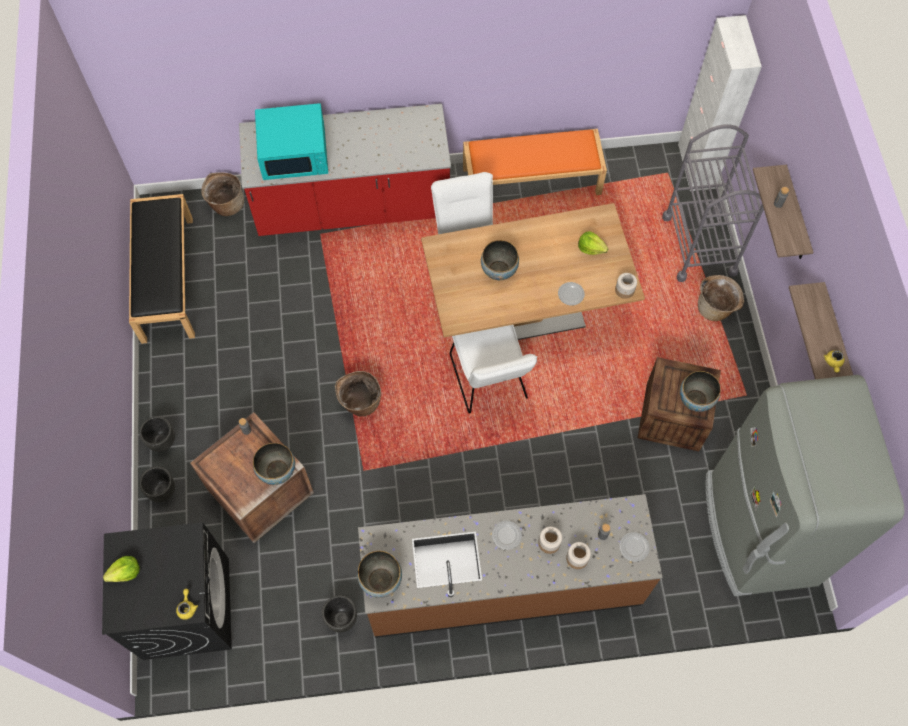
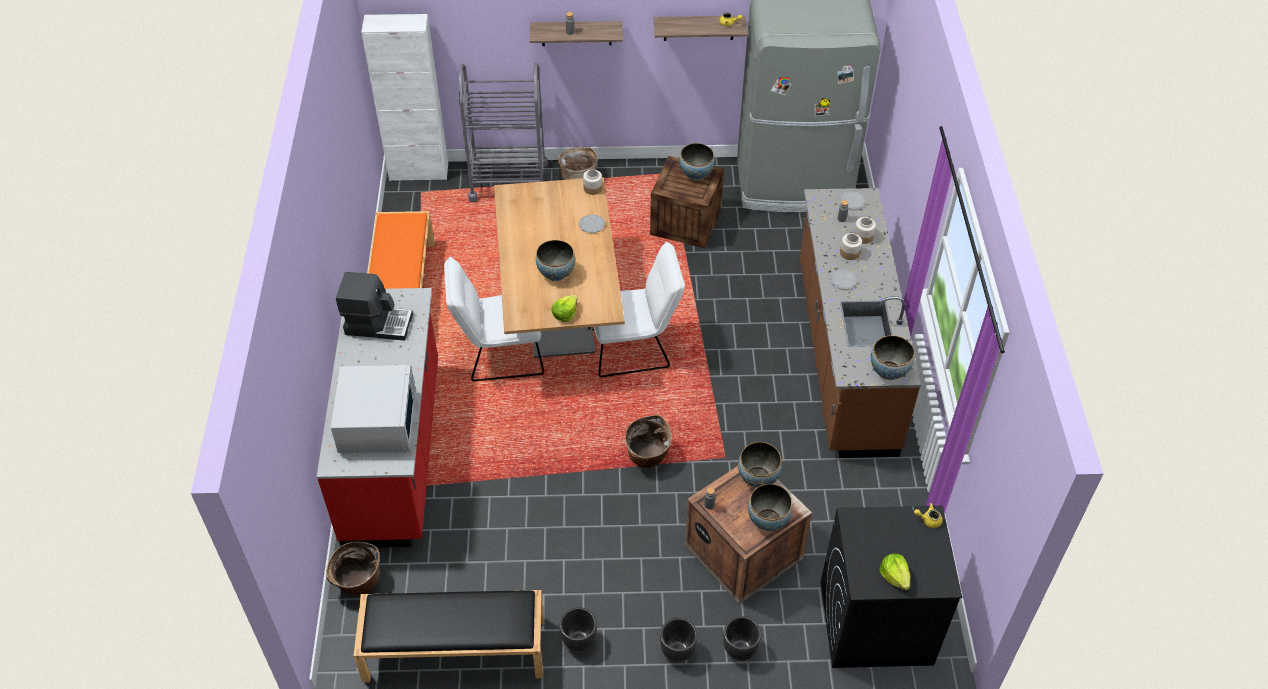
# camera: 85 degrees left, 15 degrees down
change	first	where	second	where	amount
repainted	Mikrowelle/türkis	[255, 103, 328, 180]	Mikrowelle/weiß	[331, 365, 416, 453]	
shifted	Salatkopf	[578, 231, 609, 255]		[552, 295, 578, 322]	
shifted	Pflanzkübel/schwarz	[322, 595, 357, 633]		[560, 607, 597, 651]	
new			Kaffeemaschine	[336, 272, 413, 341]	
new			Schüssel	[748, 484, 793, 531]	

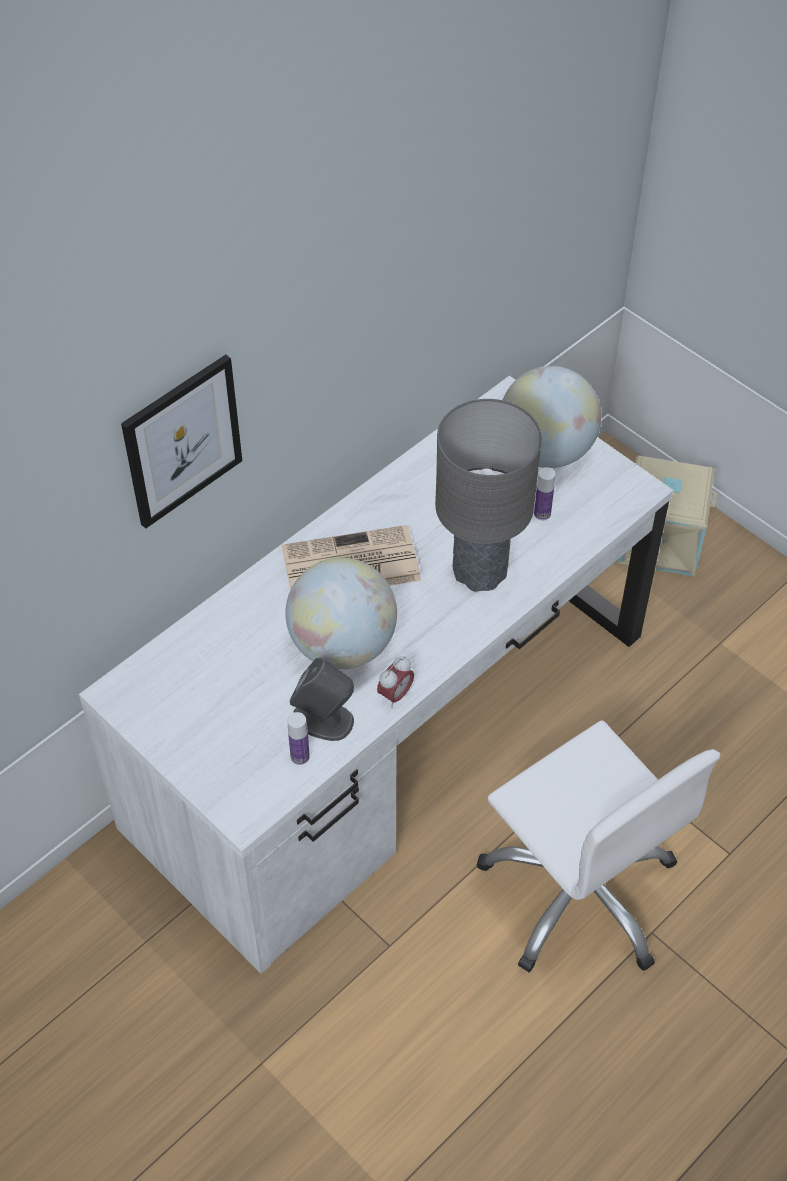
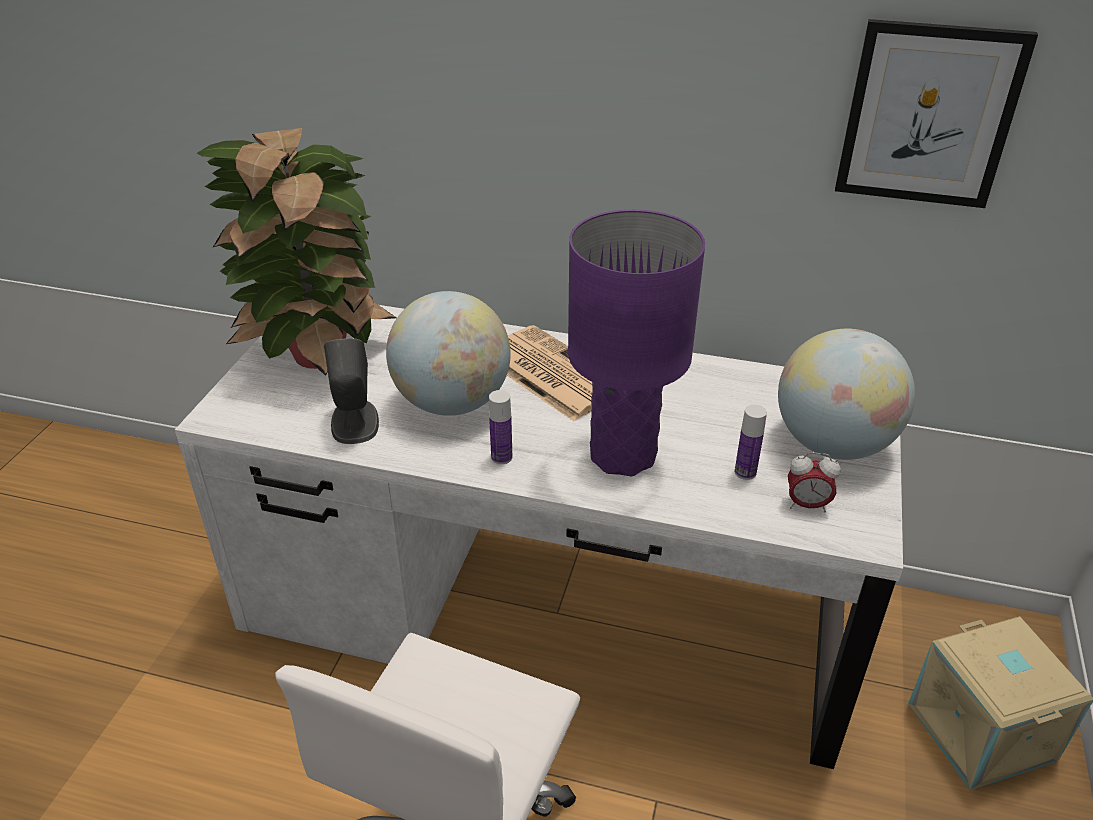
# camera: 60 degrees right, 15 degrees down
change	first	where	second	where	amount
shifted	Bild	[121, 354, 242, 529]		[835, 19, 1038, 208]	
repainted	Tischlampe/grau	[435, 399, 542, 591]	Tischlampe/lila	[568, 209, 705, 476]	
shifted	Wecker	[377, 656, 414, 707]		[788, 452, 841, 512]	
shifted	Flasche	[288, 712, 310, 765]		[489, 390, 512, 464]	
new			Topfpflanze	[197, 128, 396, 376]	

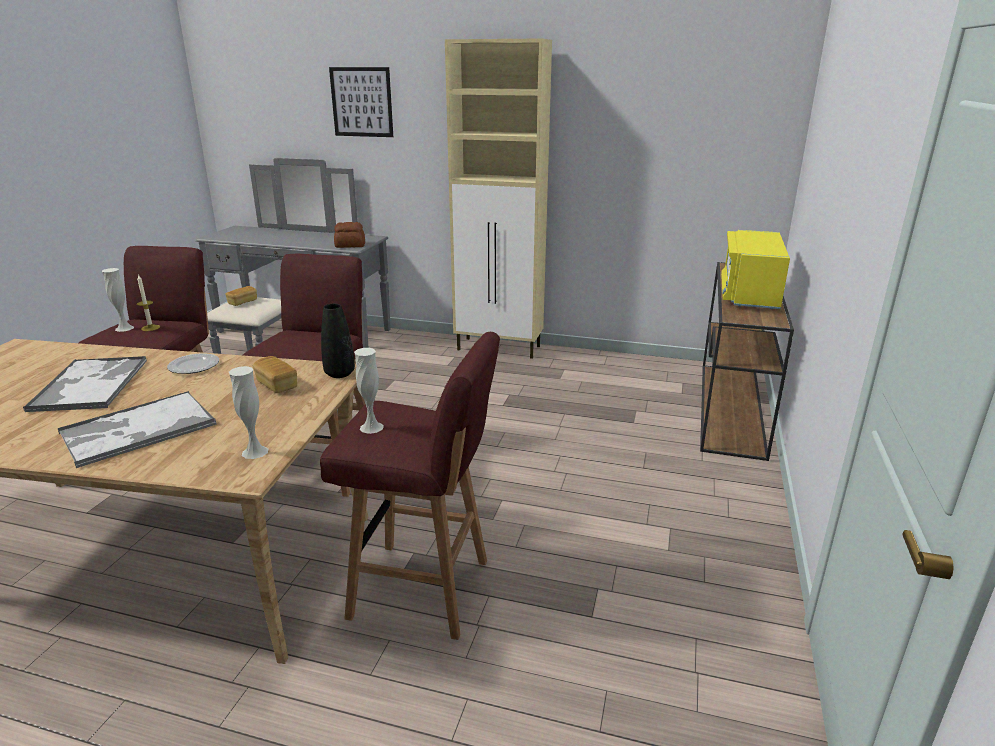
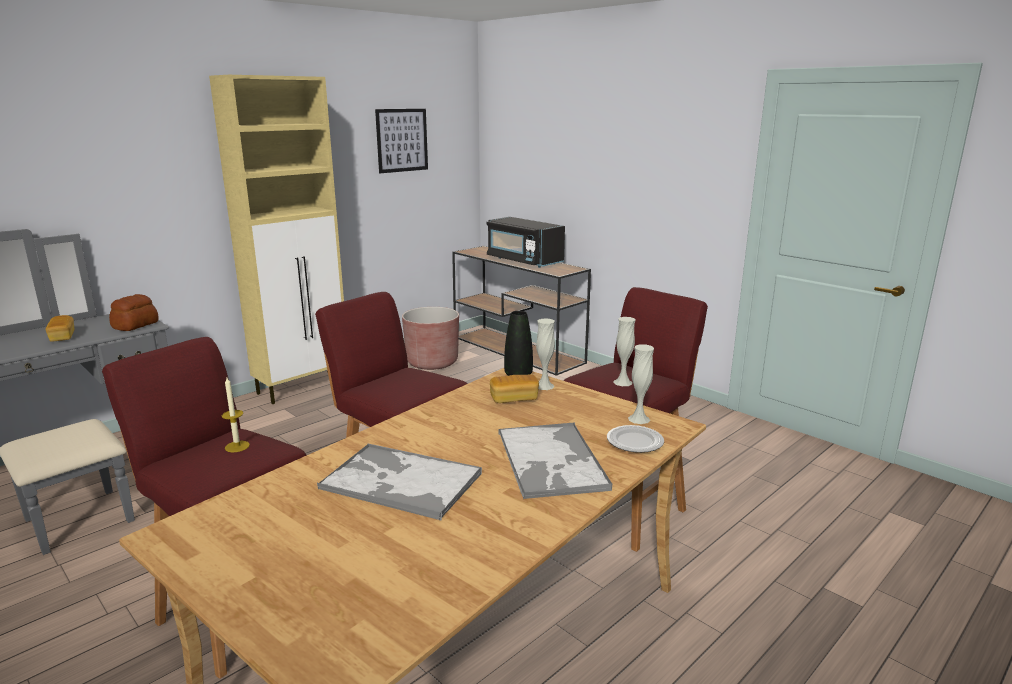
# camera: 60 degrees left, 5 degrees down
change	first	where	second	where	amount
shifted	Bild	[329, 67, 393, 137]		[375, 109, 428, 173]	
repainted	Mikrowelle/gelb	[721, 230, 790, 309]	Mikrowelle/schwarz	[487, 217, 565, 268]	
shifted	Vase/weiß	[102, 268, 134, 332]		[536, 319, 555, 390]	
shifted	Brot	[226, 286, 257, 306]		[46, 315, 74, 342]	
shifted	Teller	[167, 353, 219, 374]		[607, 425, 664, 453]	
new			Pflanzkübel/braun	[402, 307, 459, 370]	

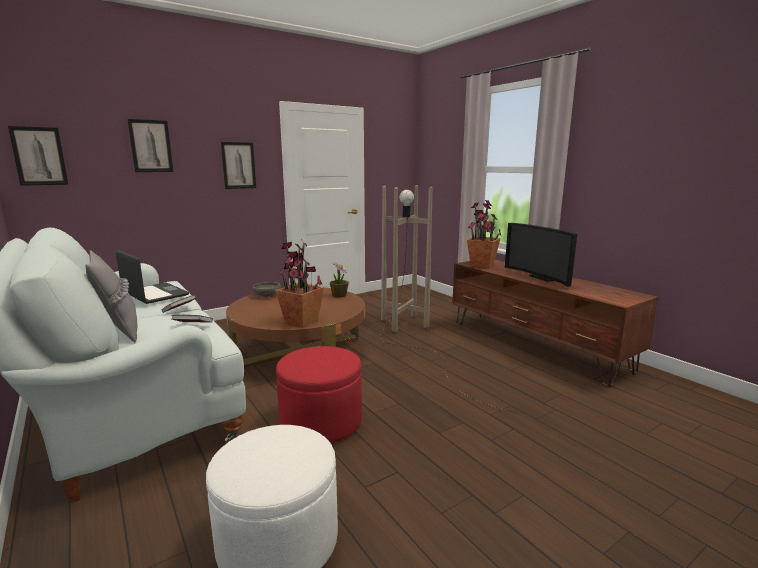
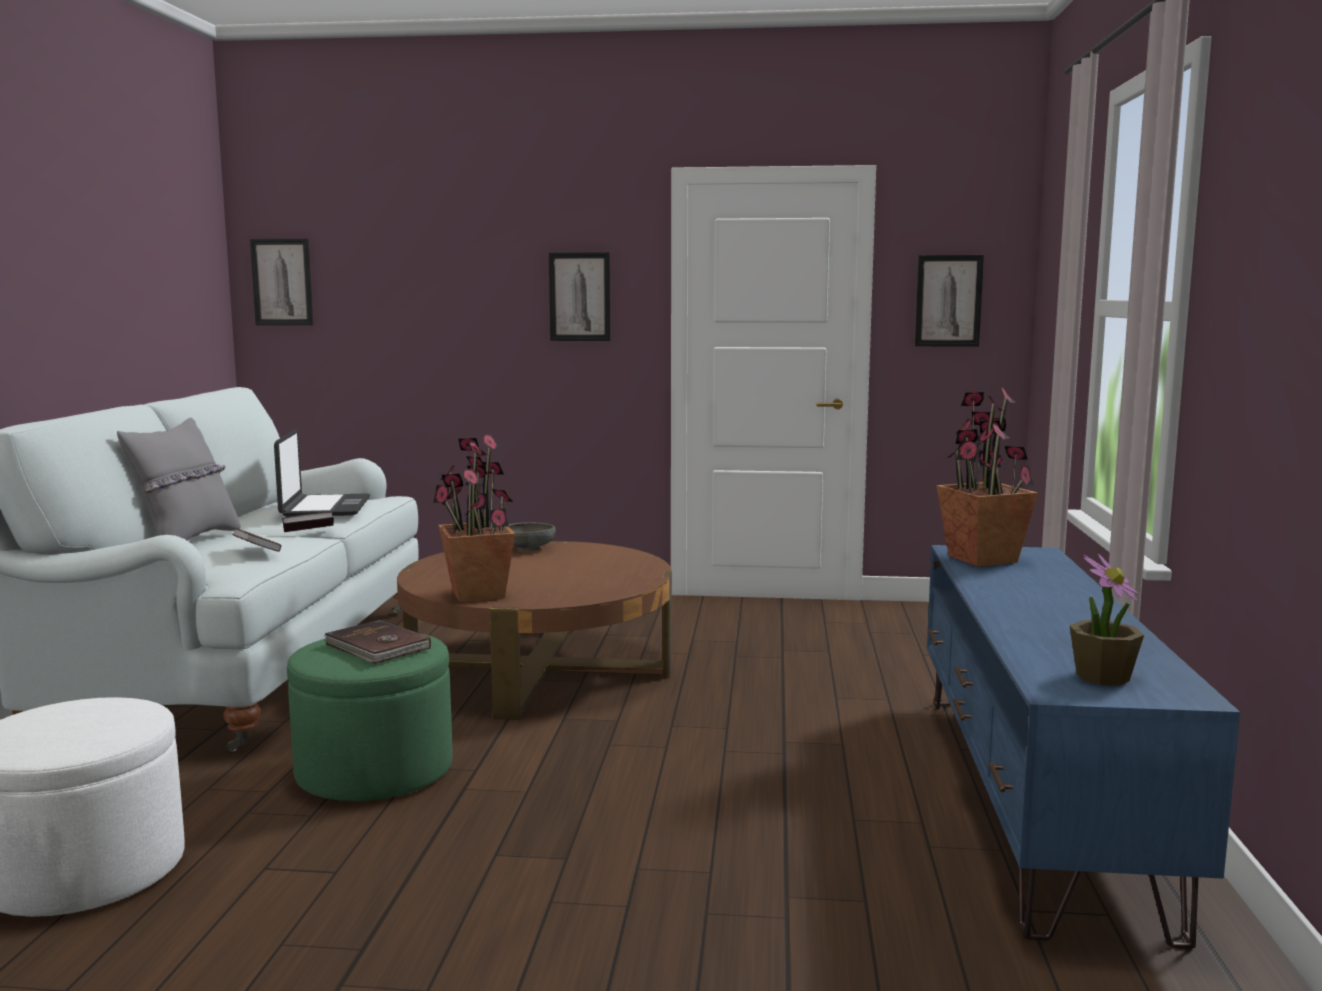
# camera: 40 degrees right, 5 degrees down
change	first	where	second	where	amount
shifted	Bild	[127, 119, 173, 172]		[915, 255, 984, 347]	
gone	Stehlampe/braun	[380, 185, 516, 413]			
gone	Fernseher	[505, 223, 577, 287]			
repainted	Fernsehschrank/braun	[452, 260, 659, 387]	Fernsehschrank/blau	[927, 545, 1240, 949]	
shifted	Topfpflanze	[330, 263, 349, 298]		[1069, 554, 1144, 686]	
repainted	Polsterhocker/rot	[276, 346, 362, 443]	Polsterhocker/grün	[287, 634, 453, 801]	
new			Buch/braun	[324, 620, 431, 664]	

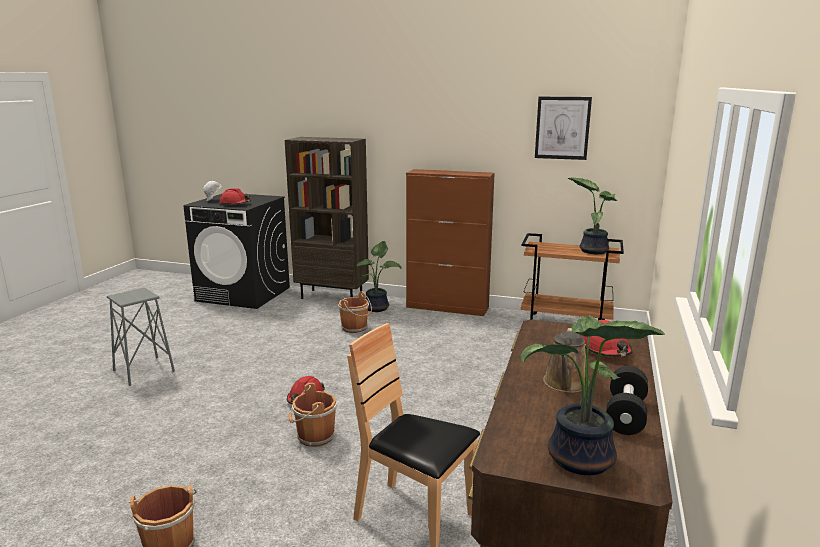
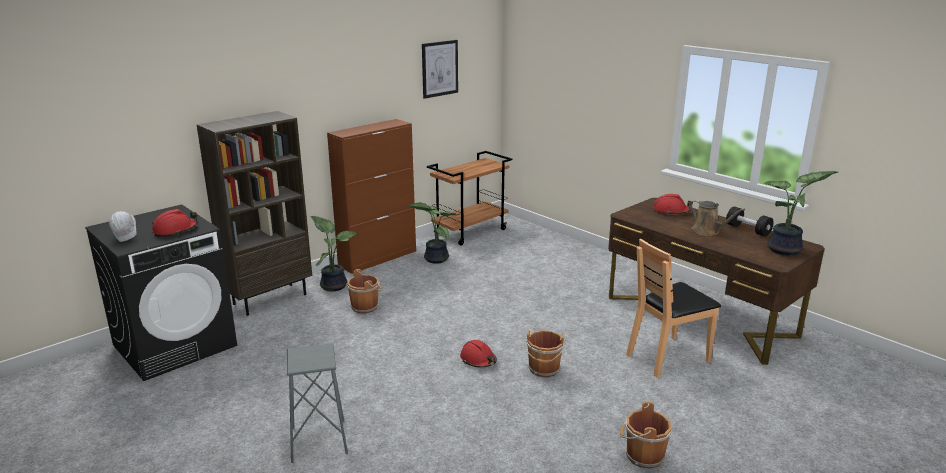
# camera: 60 degrees left, 5 degrees up
change	first	where	second	where	amount
shifted	Topfpflanze	[568, 177, 617, 254]		[409, 202, 457, 264]	

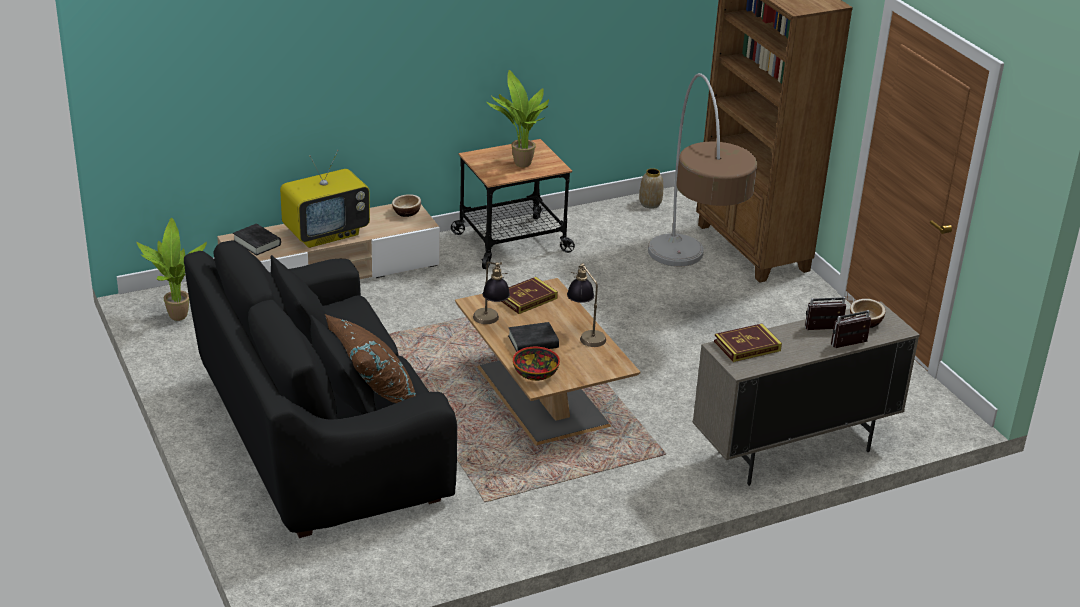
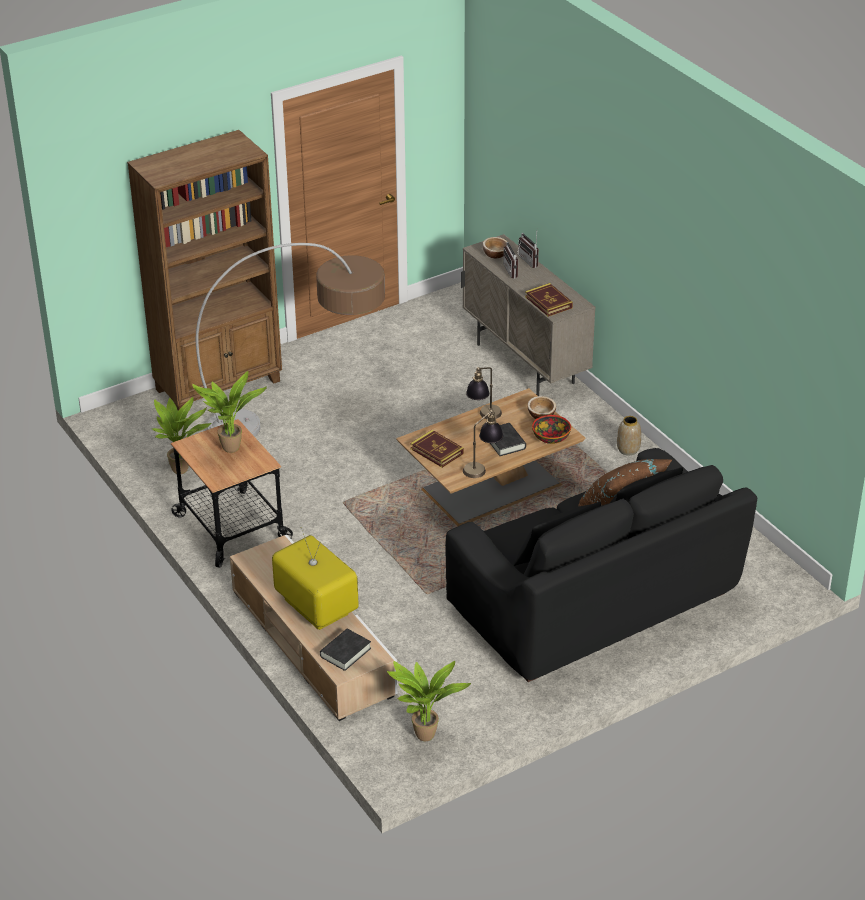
# camera: 95 degrees left, 5 degrees up
change	first	where	second	where	amount
shifted	Vase	[639, 168, 663, 208]		[617, 416, 641, 455]	
shifted	Schüssel	[392, 194, 421, 217]		[527, 396, 556, 419]	
new			Topfpflanze	[151, 397, 211, 474]	

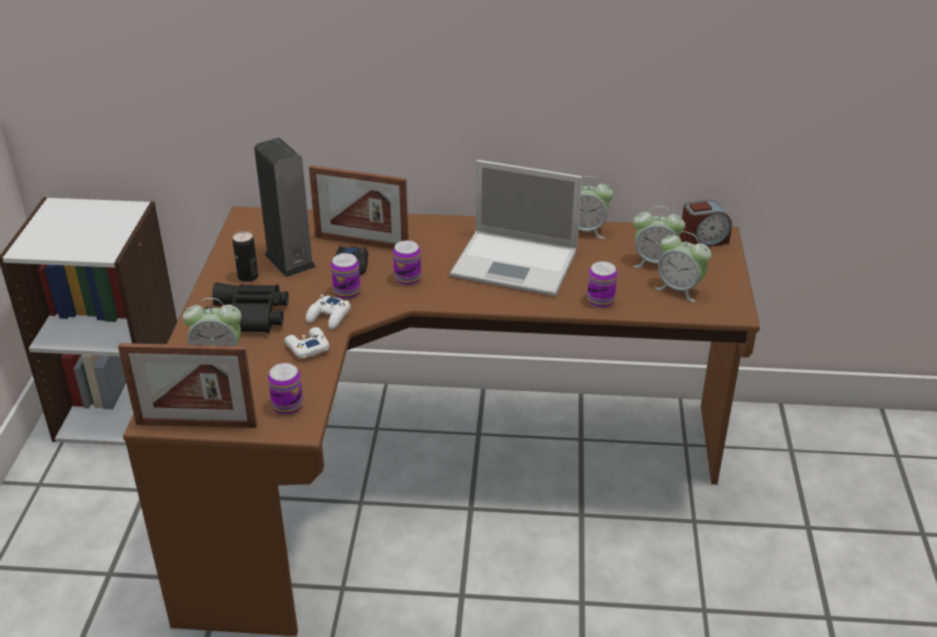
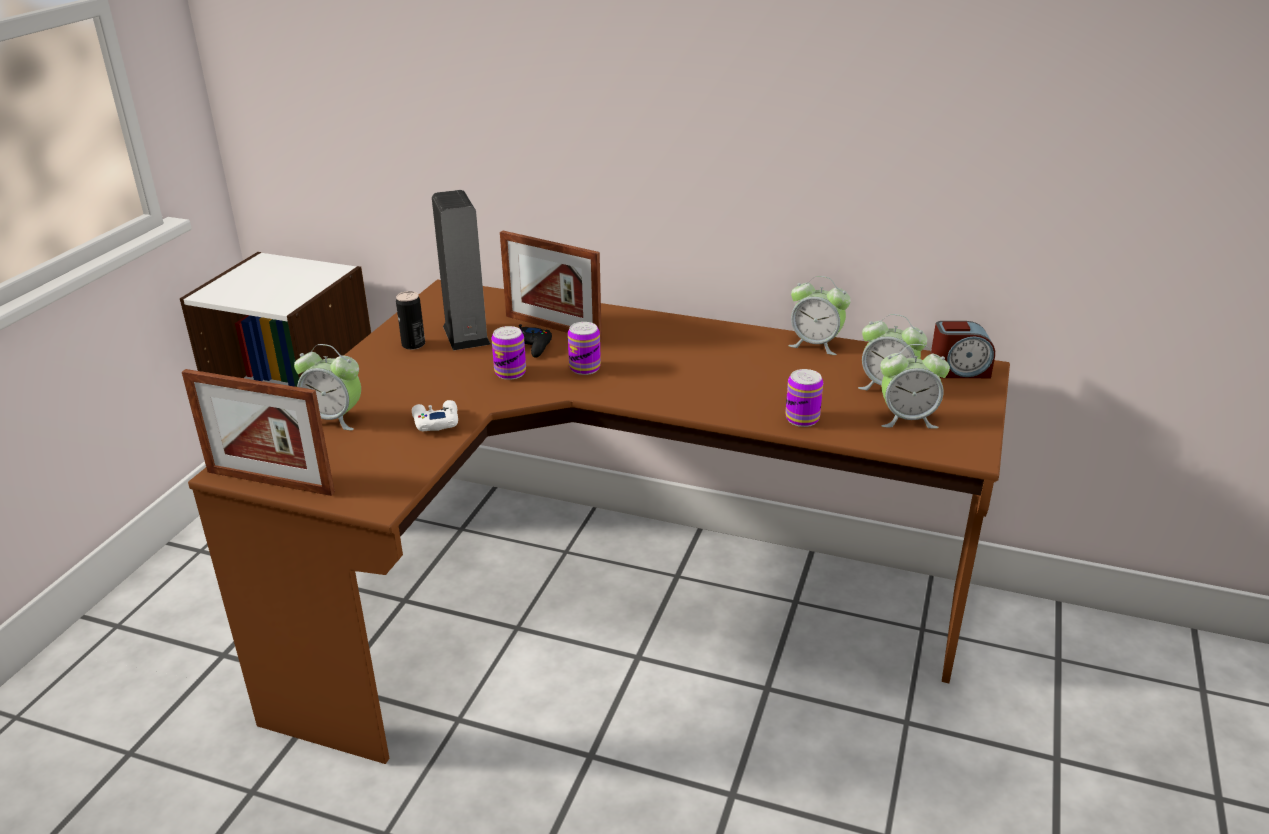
# camera: 15 degrees right, 5 degrees down
change	first	where	second	where	amount
gone	Laptop	[450, 160, 582, 296]			
rotated	Wecker	[655, 231, 711, 302]		[880, 344, 950, 429]	45 degrees counterclockwise
gone	Fernglas/schwarz	[205, 283, 289, 333]			
gone	Gamepad/weiß	[306, 295, 351, 330]			
gone	Dose	[268, 363, 303, 415]			

